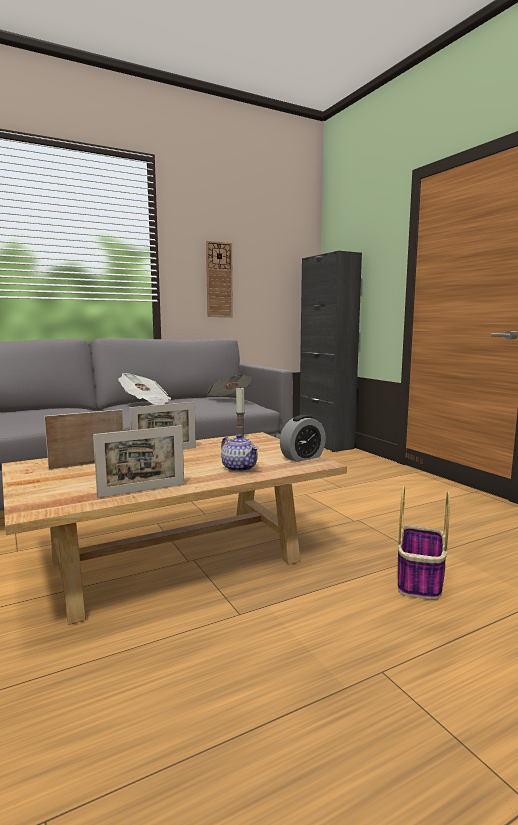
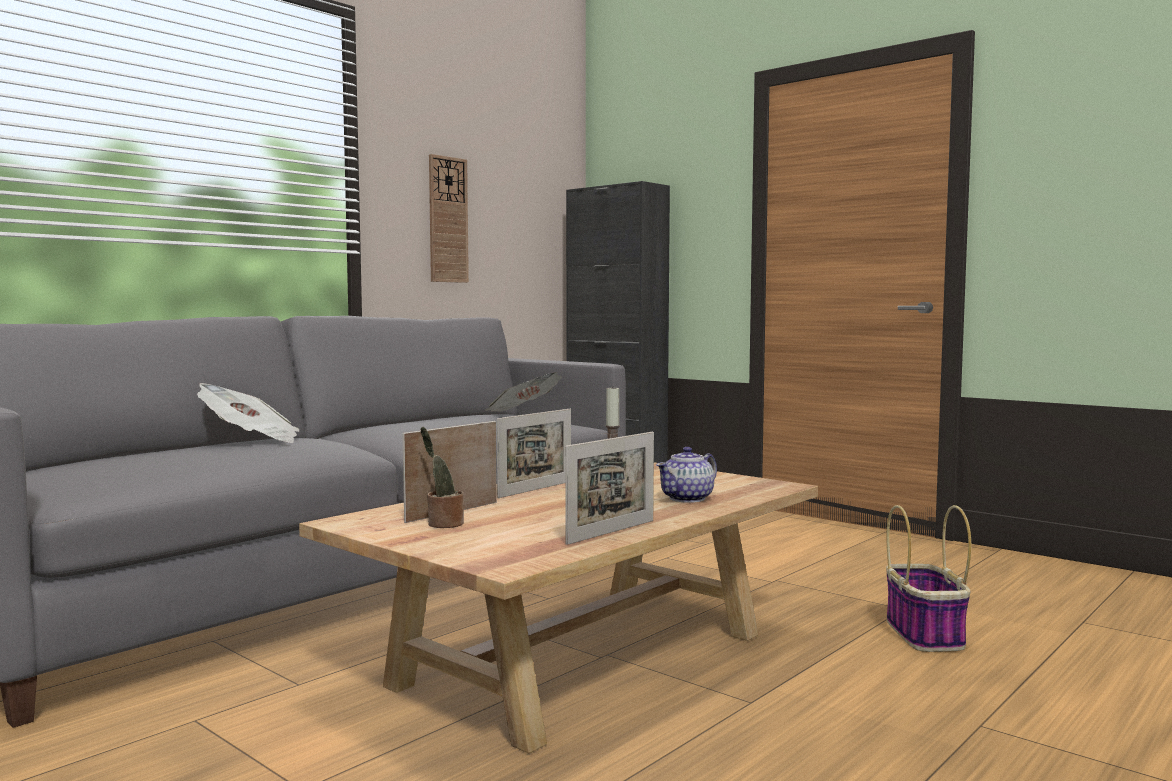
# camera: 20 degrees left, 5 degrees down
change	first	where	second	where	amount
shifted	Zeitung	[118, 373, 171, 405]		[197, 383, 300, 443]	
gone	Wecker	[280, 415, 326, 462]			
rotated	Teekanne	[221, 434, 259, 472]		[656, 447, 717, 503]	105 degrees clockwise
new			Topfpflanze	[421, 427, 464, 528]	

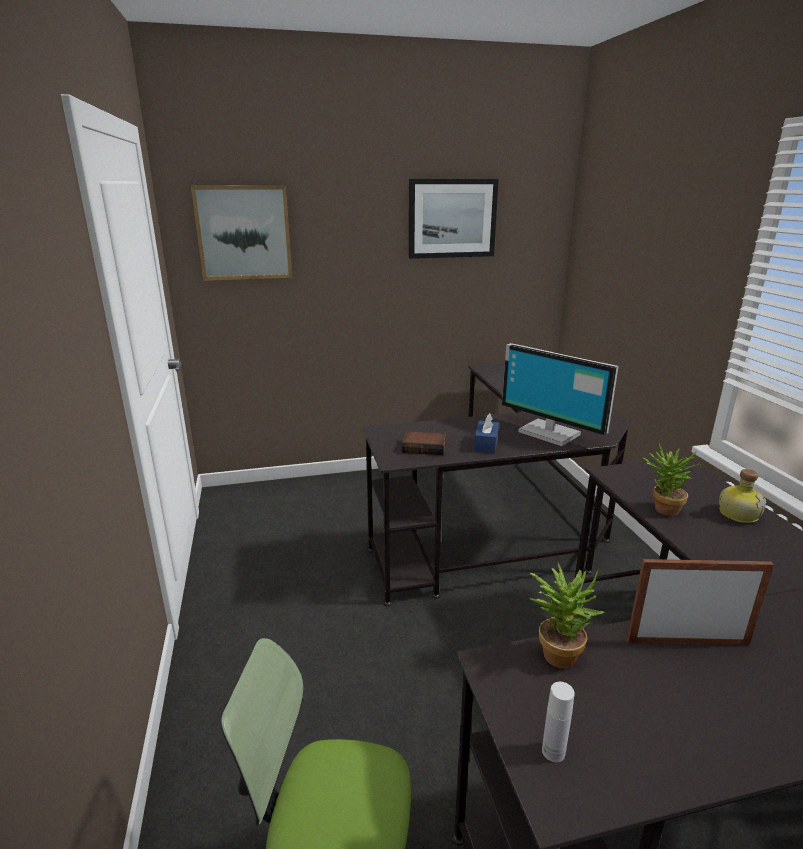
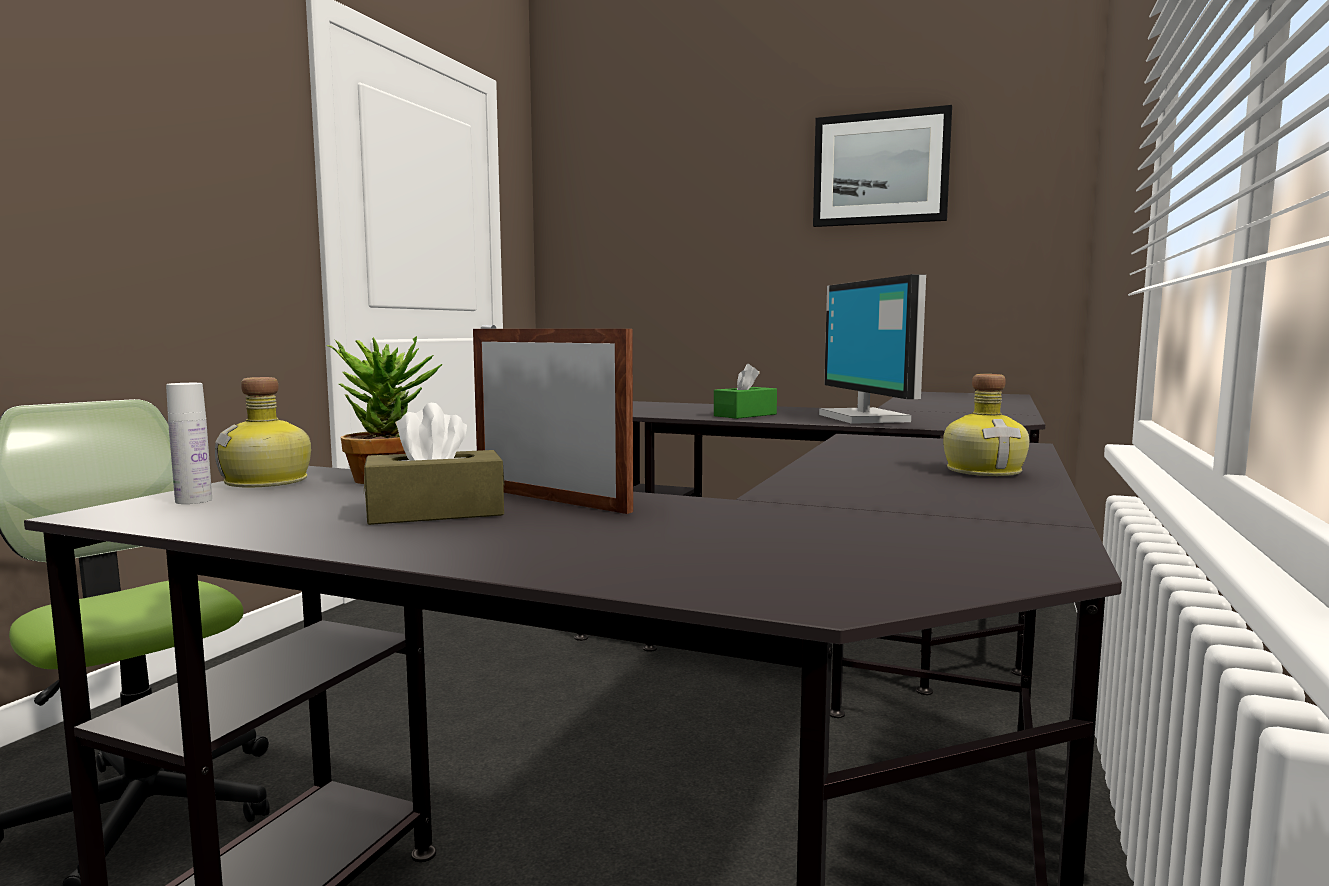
# camera: 35 degrees right, 15 degrees down
change	first	where	second	where	amount
gone	Bild	[191, 185, 293, 281]			
repainted	Taschentuchbox/blau	[474, 413, 499, 453]	Taschentuchbox/grün	[714, 364, 777, 419]	
gone	Buch	[402, 431, 446, 455]			
gone	Topfpflanze	[643, 443, 701, 516]			
new			Flasche	[215, 377, 311, 487]	
new			Taschentuchbox/braun	[364, 403, 505, 525]	

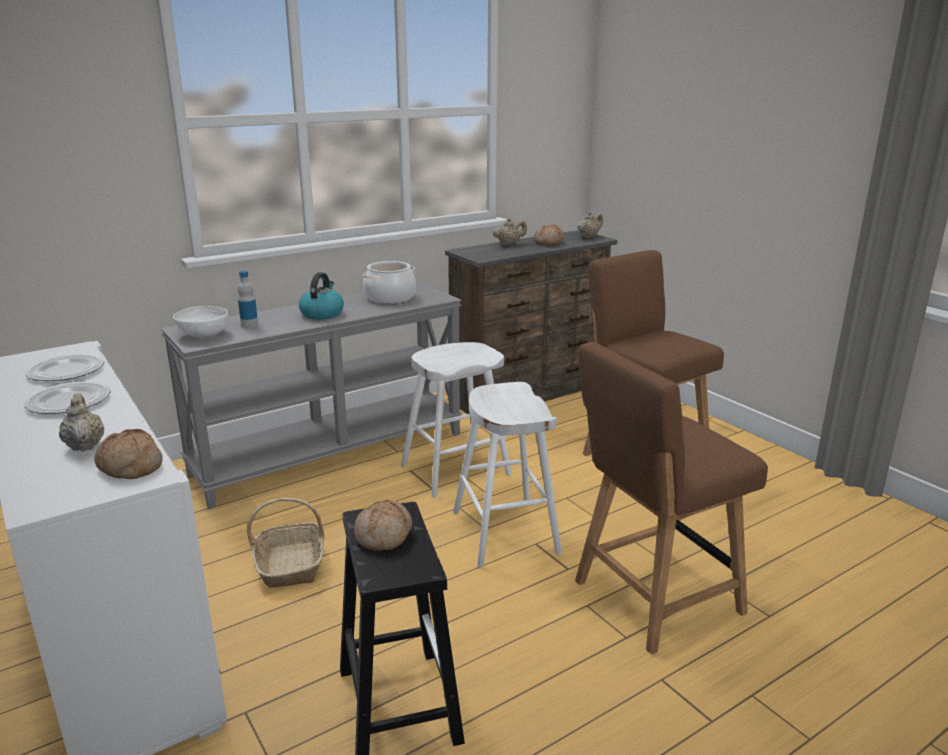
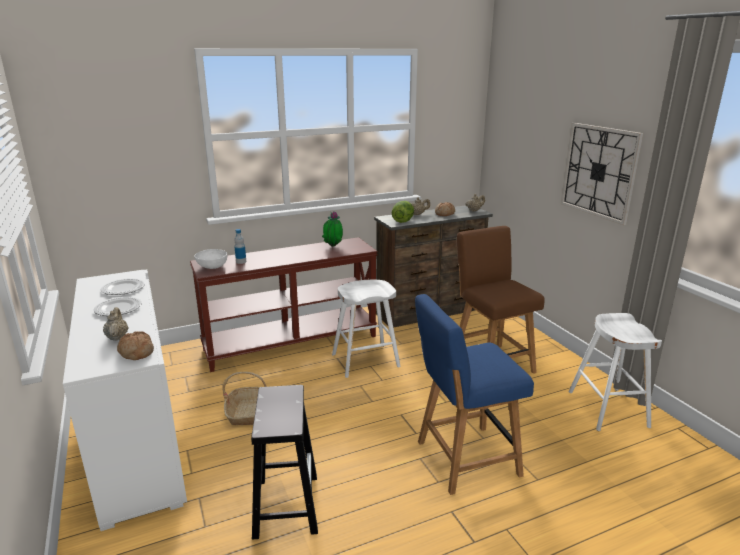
# camera: 10 degrees right, 0 degrees up
change	first	where	second	where	amount
swapped	Kochtopf	[363, 261, 416, 303]	Topfpflanze	[322, 211, 343, 247]	
gone	Wasserkessel	[299, 272, 344, 320]			
repainted	Konsolentisch/grau	[161, 283, 462, 509]	Konsolentisch/braun	[190, 237, 378, 372]	
repainted	Stuhl/braun	[575, 342, 768, 655]	Stuhl/blau	[415, 294, 534, 495]	
shifted	Hocker/weiß	[453, 382, 562, 568]		[569, 313, 662, 431]	
gone	Brot	[354, 500, 412, 551]			
new			Wanduhr	[561, 123, 643, 225]	
new			Salatkopf	[392, 201, 414, 223]	

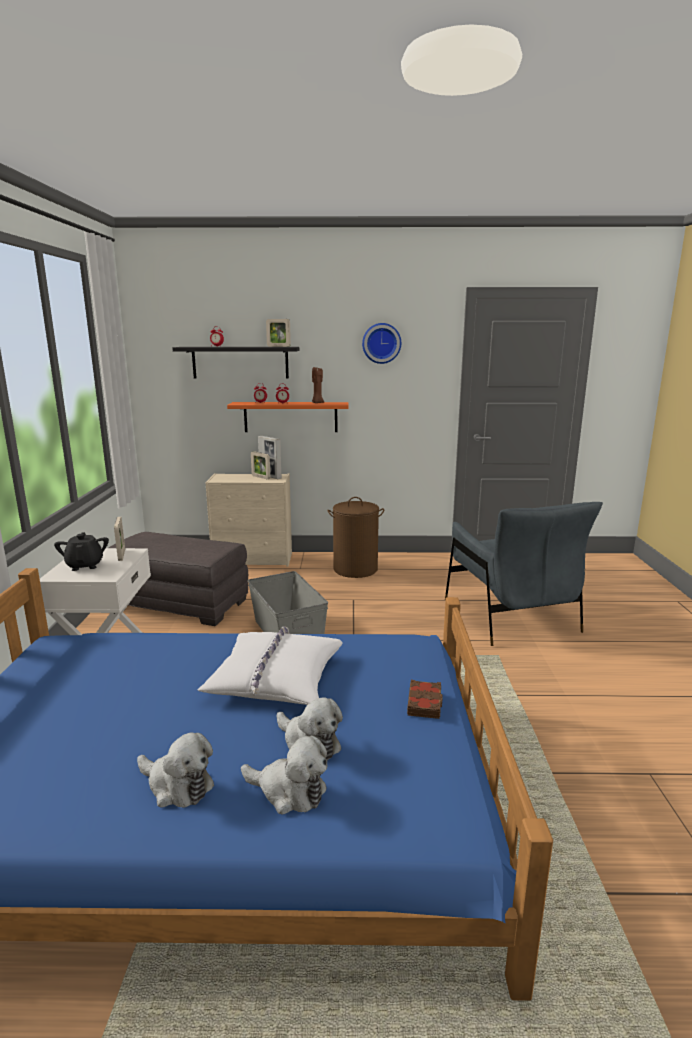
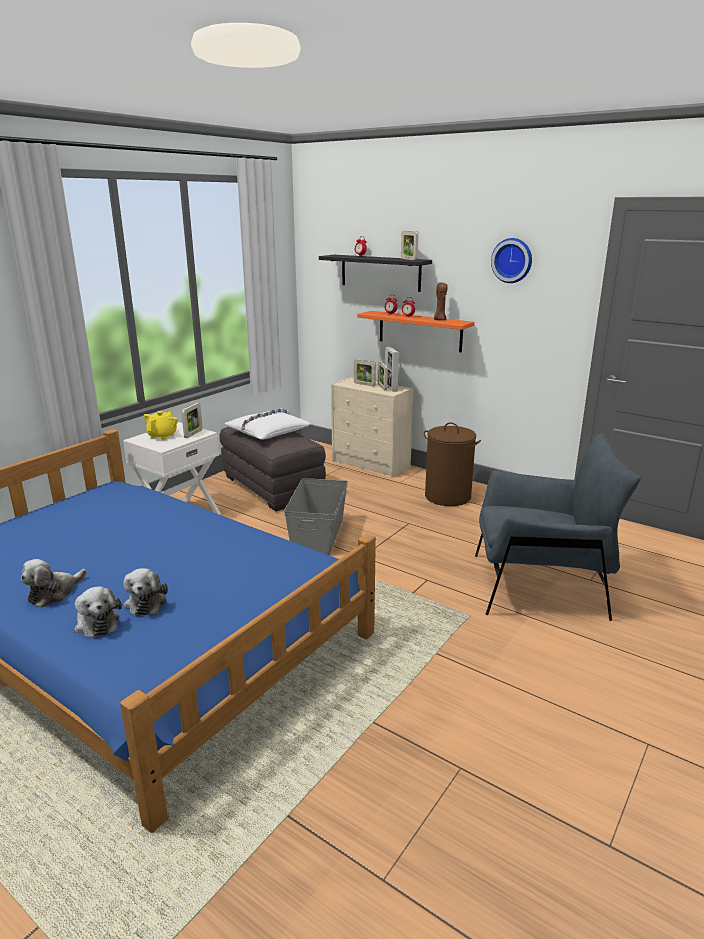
# camera: 35 degrees right, 5 degrees up
change	first	where	second	where	amount
rotated	Sessel/grau	[445, 502, 603, 646]		[475, 433, 641, 621]	105 degrees counterclockwise
repainted	Teekanne/schwarz	[54, 532, 109, 571]	Teekanne/gelb	[143, 410, 178, 440]	
shifted	Kissen/weiß	[197, 626, 343, 705]		[224, 408, 310, 440]	
gone	Buch/braun	[407, 680, 442, 719]			
rotated	Plüschtier	[137, 733, 214, 808]		[21, 559, 87, 608]	60 degrees clockwise
new			Bilderrahmen	[354, 360, 376, 386]	

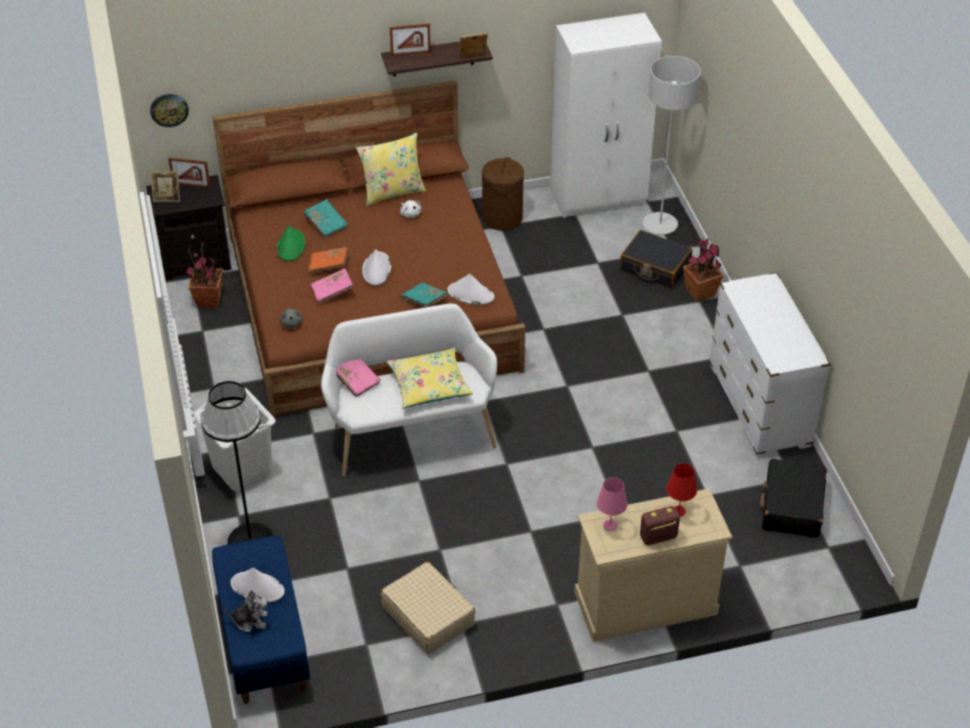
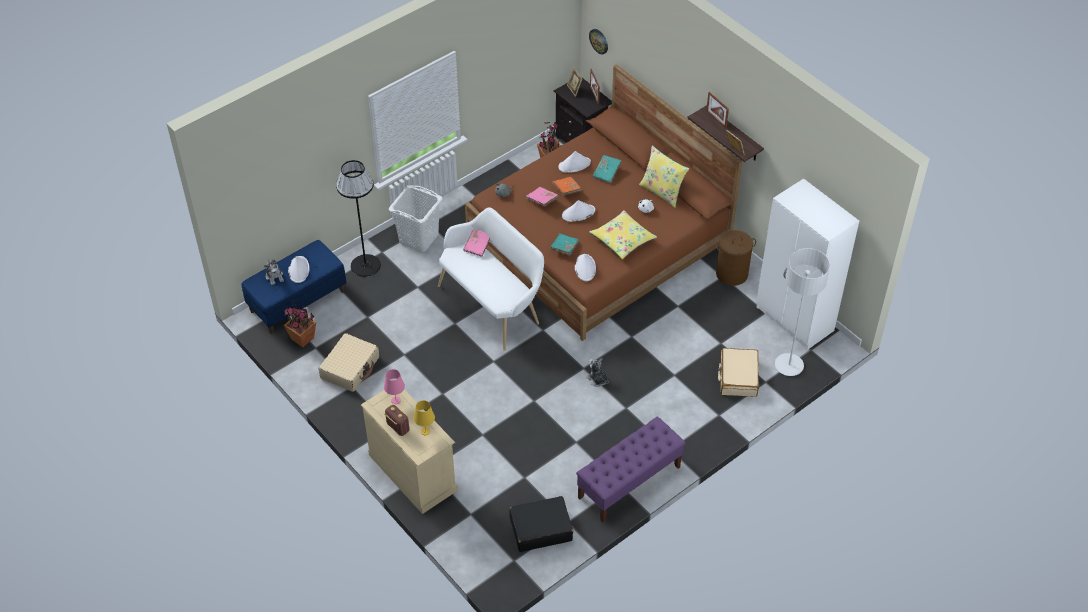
# camera: 65 degrees right, 5 degrees up
change	first	where	second	where	amount
repainted	Hut/grün	[277, 225, 305, 261]	Hut/weiß	[558, 151, 591, 173]	
repainted	Koffer/schwarz	[620, 230, 692, 289]	Koffer/beige	[718, 348, 759, 397]	
shifted	Topfpflanze	[683, 238, 724, 303]		[284, 300, 316, 347]	
swapped	Kommode/weiß	[709, 272, 831, 457]	Bank/lila	[576, 417, 685, 523]	
shifted	Kissen/gelb	[387, 348, 473, 408]		[589, 210, 657, 260]	
repainted	Tischlampe/rot	[666, 463, 697, 517]	Tischlampe/gelb	[414, 400, 435, 435]	
new			Plüschtier	[586, 358, 609, 387]	

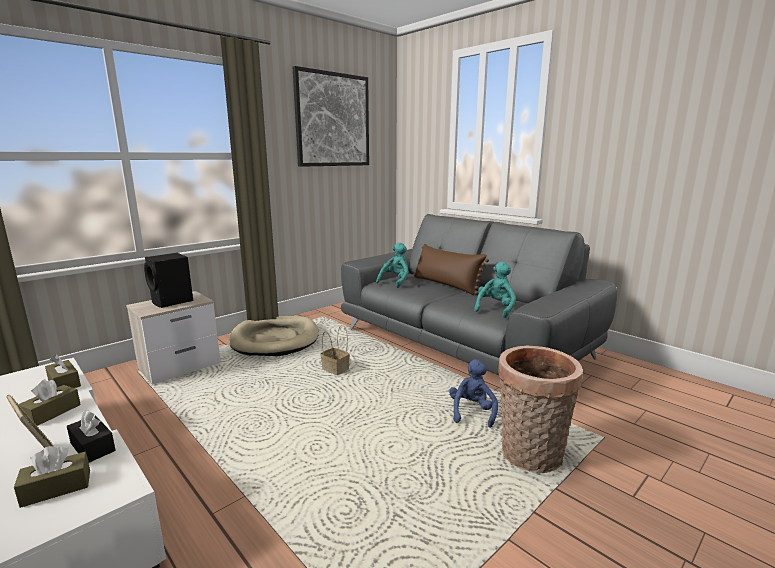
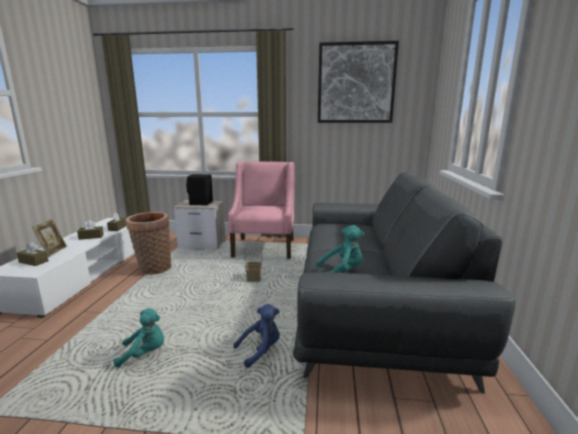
# camera: 50 degrees right, 0 degrees up
change	first	where	second	where	amount
shifted	Plüschtier/türkis	[376, 243, 409, 288]		[113, 308, 164, 368]	
gone	Kissen/braun	[413, 244, 489, 295]			
swapped	Hundebett/beige	[229, 316, 319, 356]	Sessel/rosa	[228, 161, 295, 259]	
shifted	Korb	[498, 346, 583, 473]		[126, 212, 172, 275]	
gone	Taschentuchbox/schwarz	[67, 410, 116, 463]			

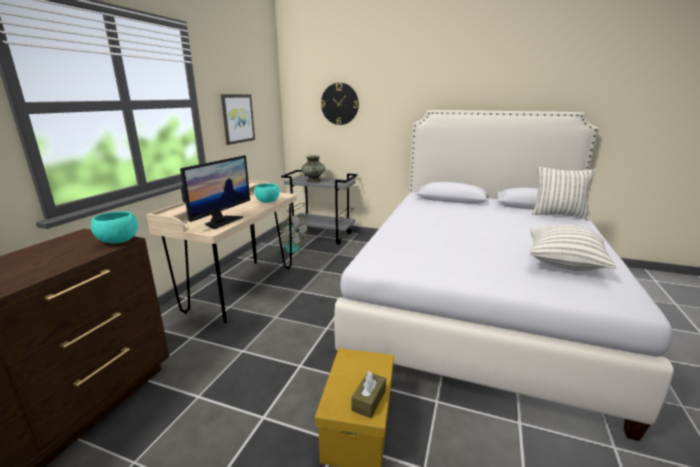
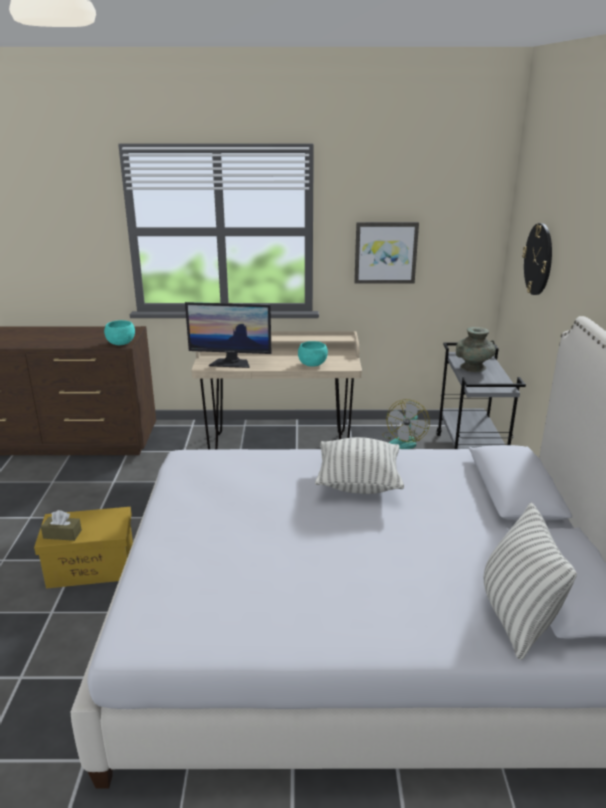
# camera: 70 degrees right, 5 degrees up
change	first	where	second	where	amount
shifted	Kissen	[530, 225, 616, 271]		[315, 437, 404, 494]	

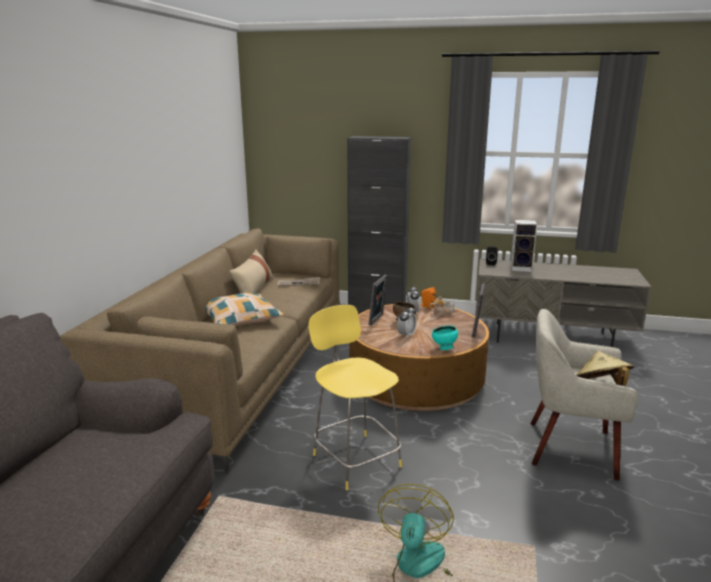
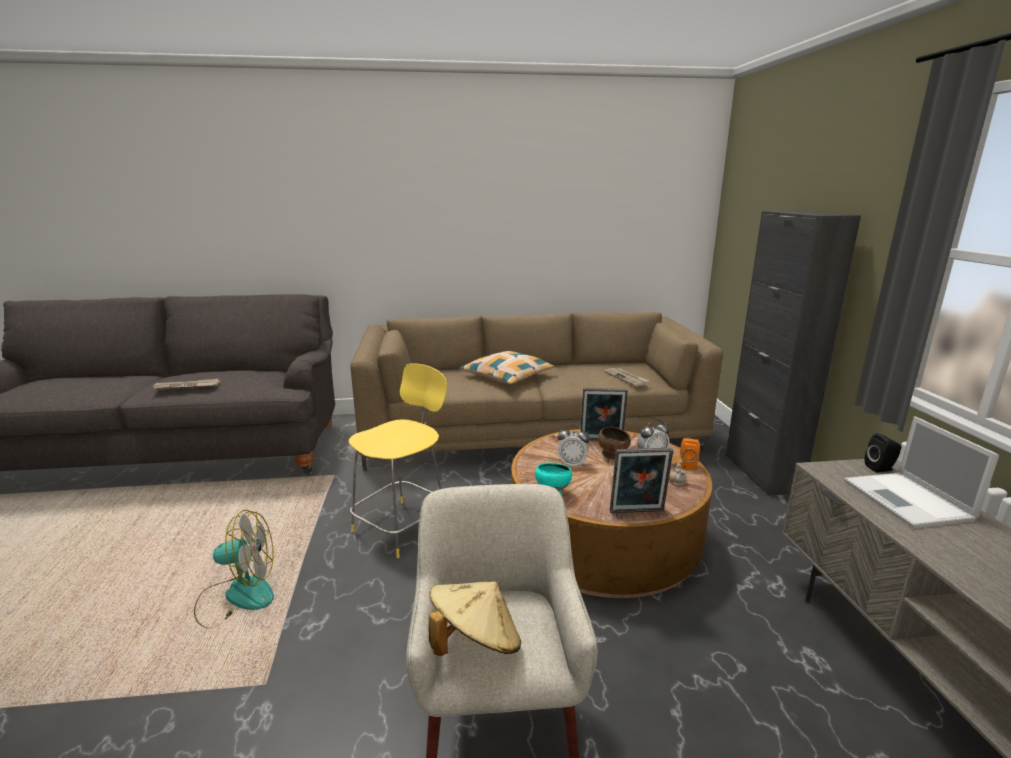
# camera: 70 degrees right, 0 degrees up
change	first	where	second	where	amount
swapped	Lautsprecher	[510, 220, 537, 272]	Laptop	[844, 416, 999, 528]	
gone	Kissen/beige	[229, 249, 273, 293]			
new			Zeitung	[150, 379, 220, 391]	

